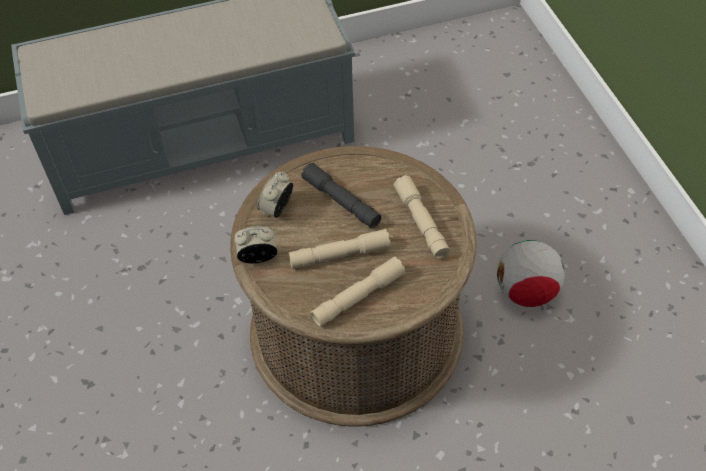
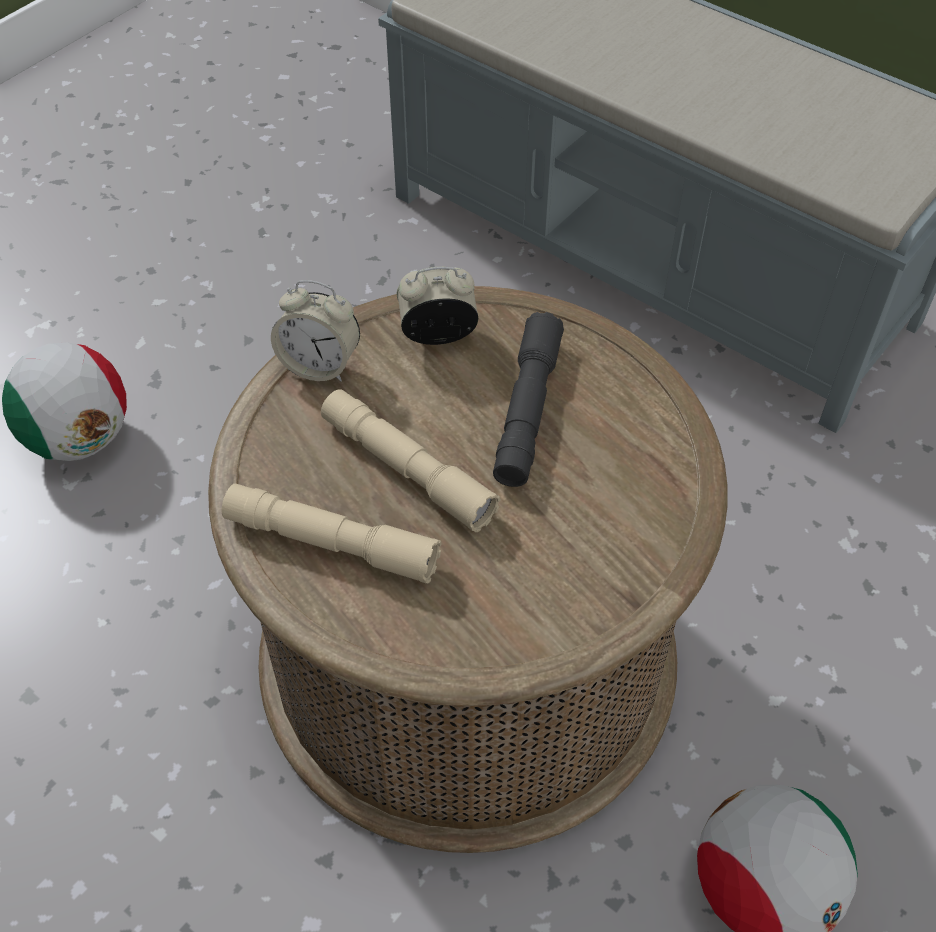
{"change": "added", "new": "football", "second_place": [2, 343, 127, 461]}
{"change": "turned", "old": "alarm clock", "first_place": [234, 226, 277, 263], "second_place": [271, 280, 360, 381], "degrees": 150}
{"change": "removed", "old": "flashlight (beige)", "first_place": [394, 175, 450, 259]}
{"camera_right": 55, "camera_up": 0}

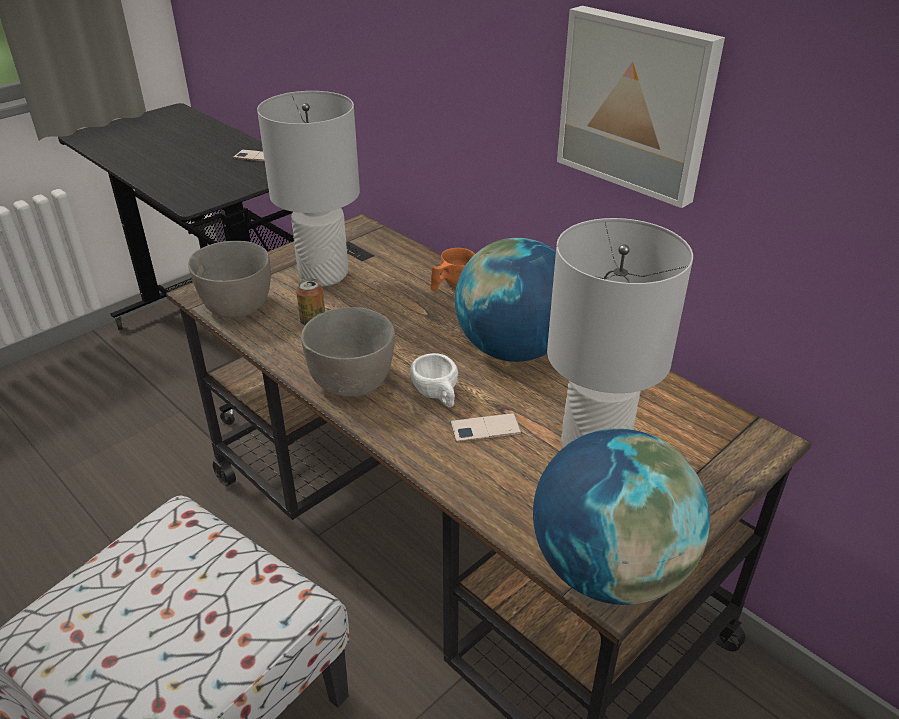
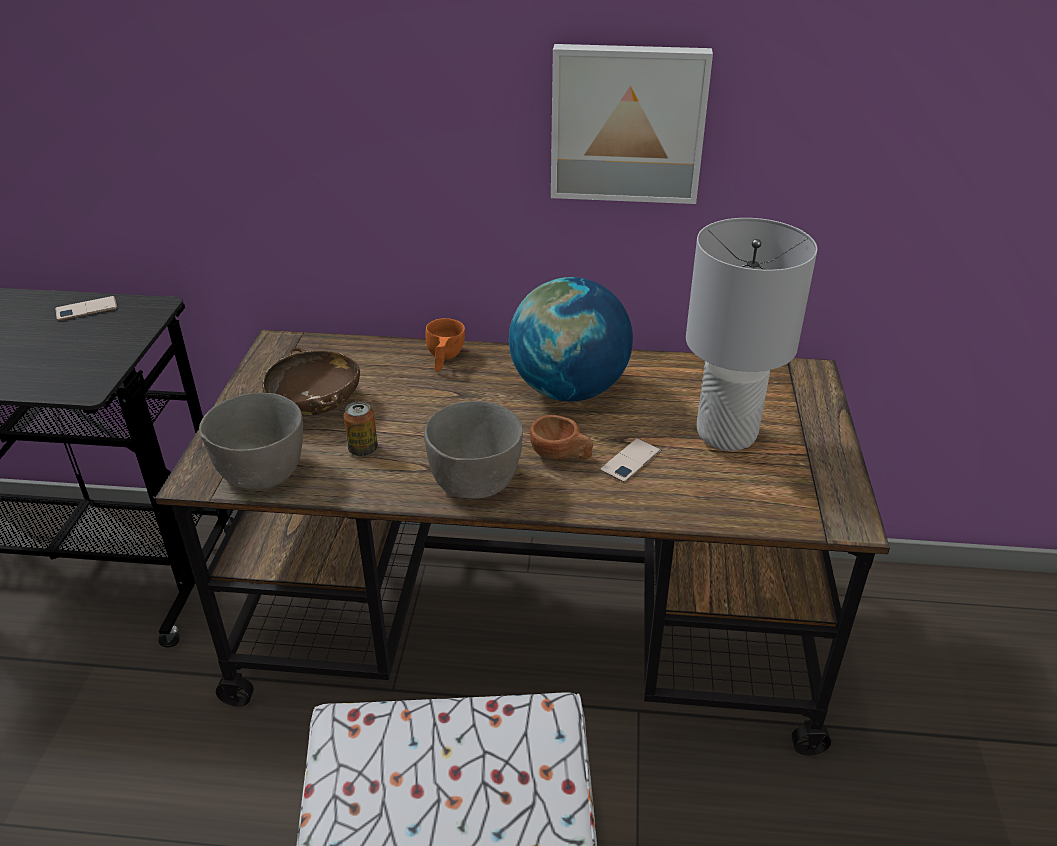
{"change": "replaced", "old": "table lamp (grey)", "new": "bowl (brown)", "first_place": [257, 91, 360, 286], "second_place": [262, 347, 360, 415]}
{"change": "recoloured", "old": "cup (white)", "new": "cup (brown)", "first_place": [410, 353, 458, 408], "second_place": [530, 415, 593, 461]}
{"change": "removed", "old": "globe", "first_place": [533, 428, 710, 605]}
{"camera_right": -40, "camera_up": 0}

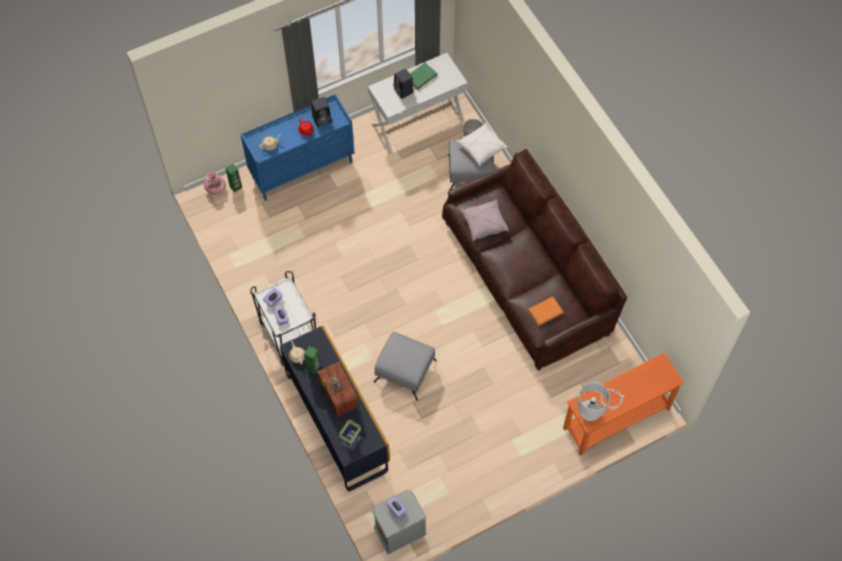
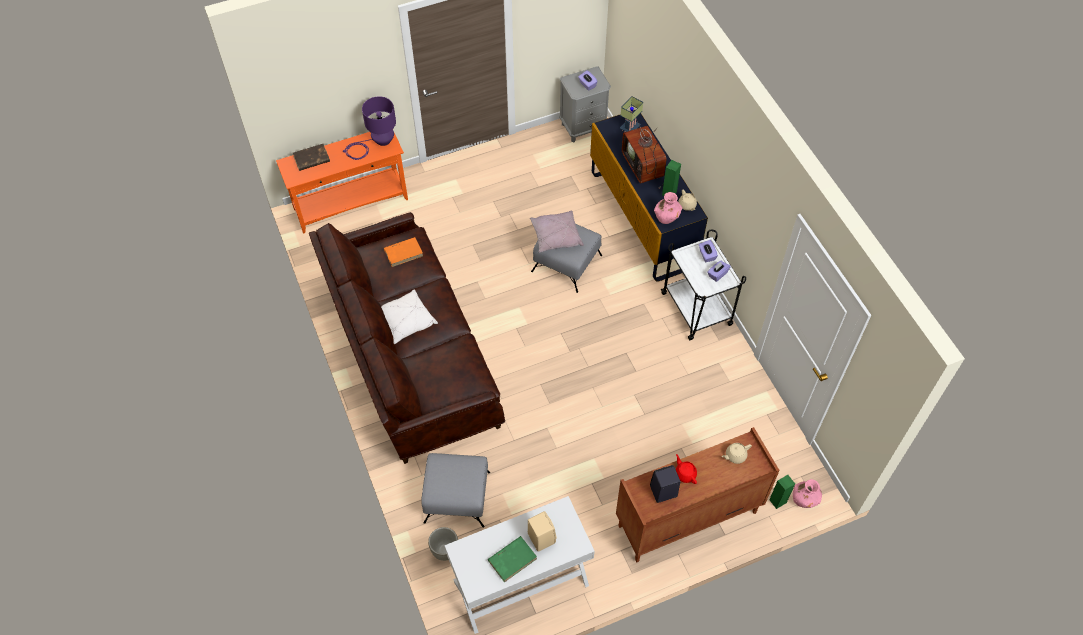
{"change": "added", "new": "book (brown)", "second_place": [293, 144, 330, 171]}
{"change": "recoloured", "old": "table lamp (grey)", "new": "table lamp (purple)", "first_place": [577, 382, 624, 421], "second_place": [343, 96, 396, 160]}
{"change": "moved", "old": "pillow (white)", "first_place": [456, 123, 508, 166], "second_place": [381, 290, 438, 344]}
{"change": "recoloured", "old": "speaker (black)", "new": "speaker (beige)", "first_place": [393, 68, 413, 99], "second_place": [528, 511, 557, 551]}
{"change": "moved", "old": "pillow (purple)", "first_place": [460, 199, 509, 241], "second_place": [530, 210, 584, 253]}
{"change": "recoloured", "old": "cabinet (blue)", "new": "cabinet (brown)", "first_place": [240, 94, 355, 201], "second_place": [616, 427, 780, 562]}
{"change": "added", "new": "vase (pink)", "second_place": [654, 192, 682, 224]}
{"camera_right": -175, "camera_up": -5}

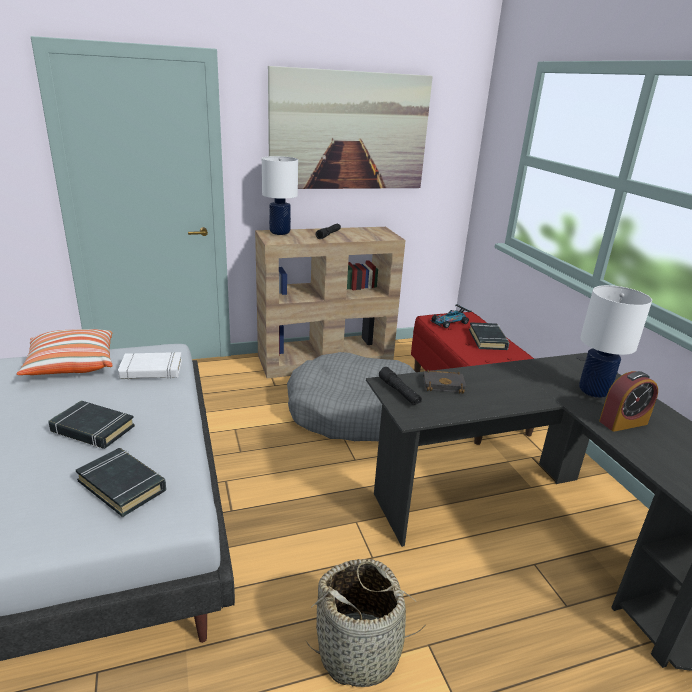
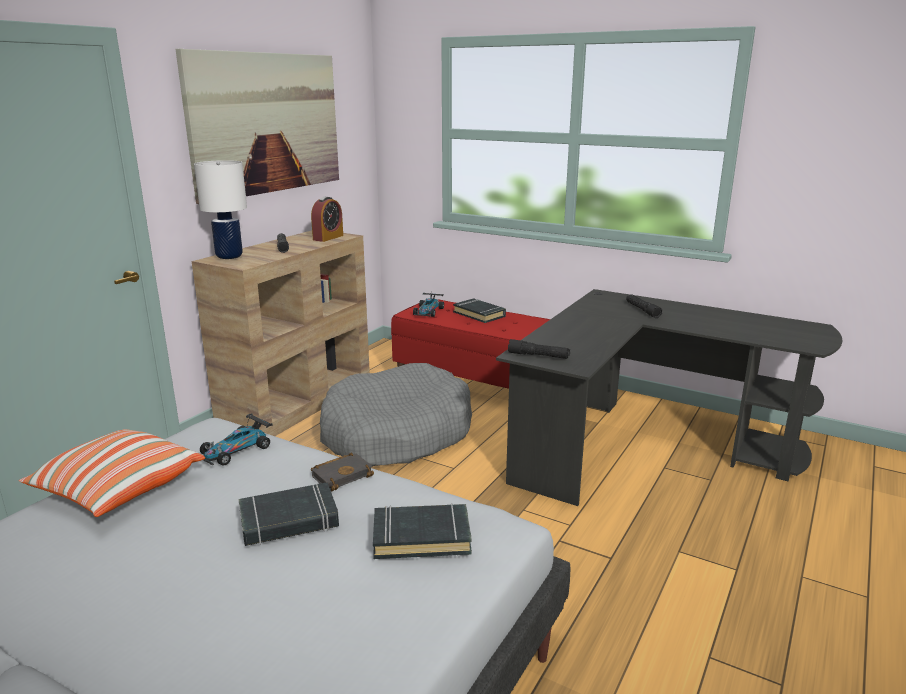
{"change": "replaced", "old": "book (white)", "new": "toy car", "first_place": [118, 352, 182, 380], "second_place": [200, 414, 273, 466]}
{"change": "moved", "old": "alarm clock", "first_place": [599, 371, 658, 432], "second_place": [311, 197, 343, 242]}
{"change": "moved", "old": "book (black)", "first_place": [423, 370, 466, 394], "second_place": [311, 453, 374, 491]}
{"change": "replaced", "old": "table lamp (white)", "new": "flashlight (black)", "first_place": [579, 285, 652, 398], "second_place": [626, 294, 663, 318]}
{"change": "removed", "old": "basket", "first_place": [306, 559, 426, 687]}
{"camera_right": -40, "camera_up": -5}

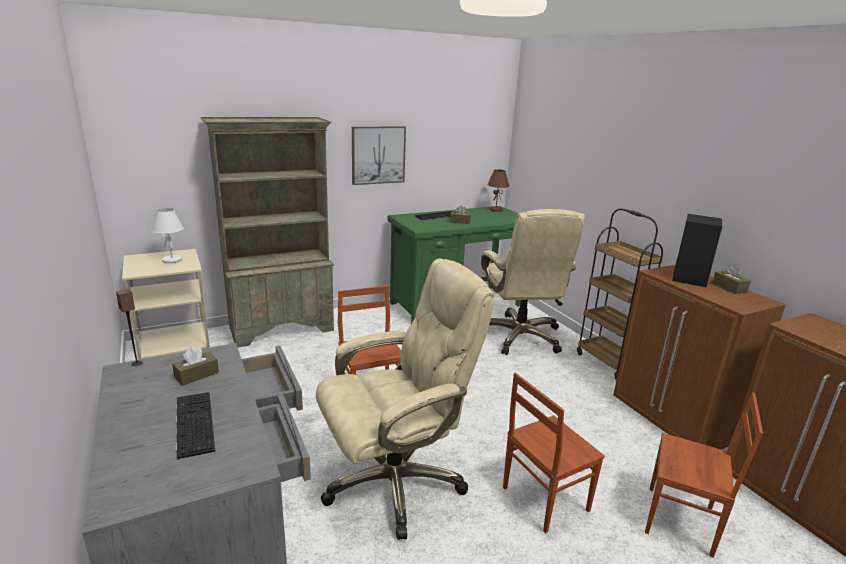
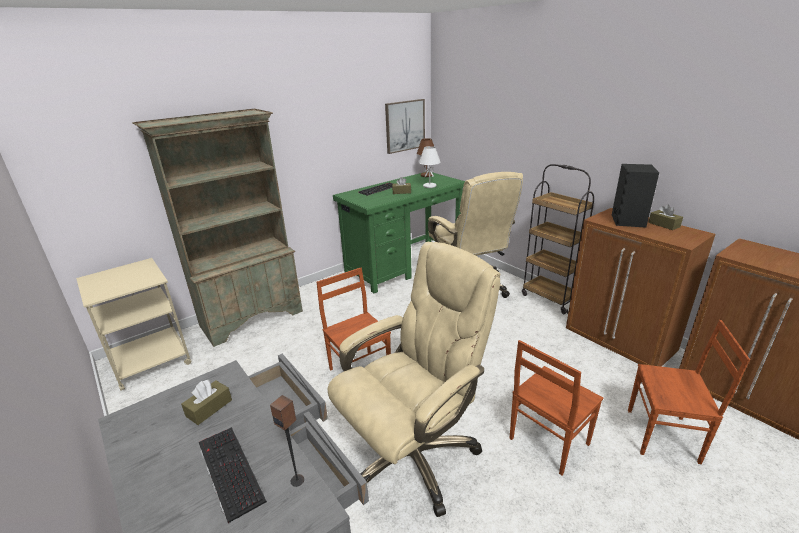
{"change": "moved", "old": "speaker", "first_place": [116, 289, 143, 366], "second_place": [270, 395, 304, 487]}
{"change": "moved", "old": "picture", "first_place": [352, 126, 406, 185], "second_place": [385, 99, 425, 154]}
{"change": "moved", "old": "table lamp (white)", "first_place": [151, 208, 184, 263], "second_place": [419, 146, 441, 188]}
{"camera_right": -10, "camera_up": 5}

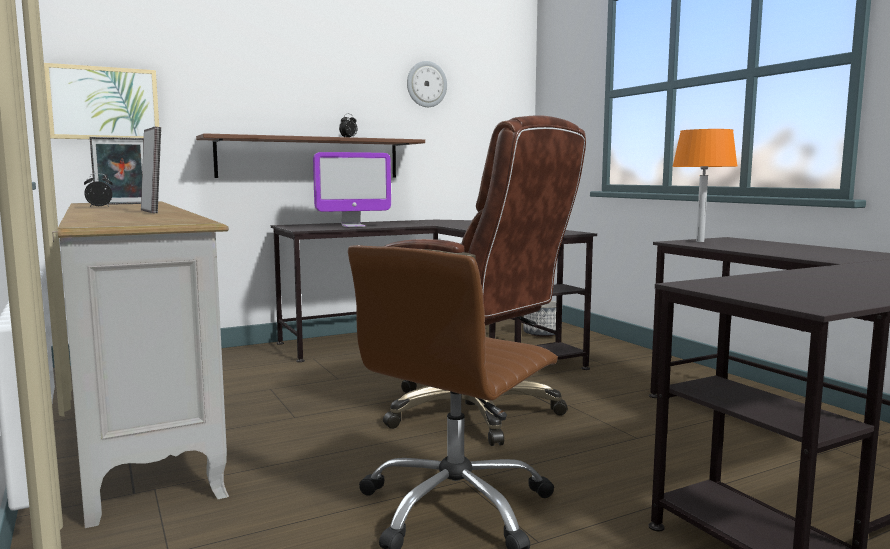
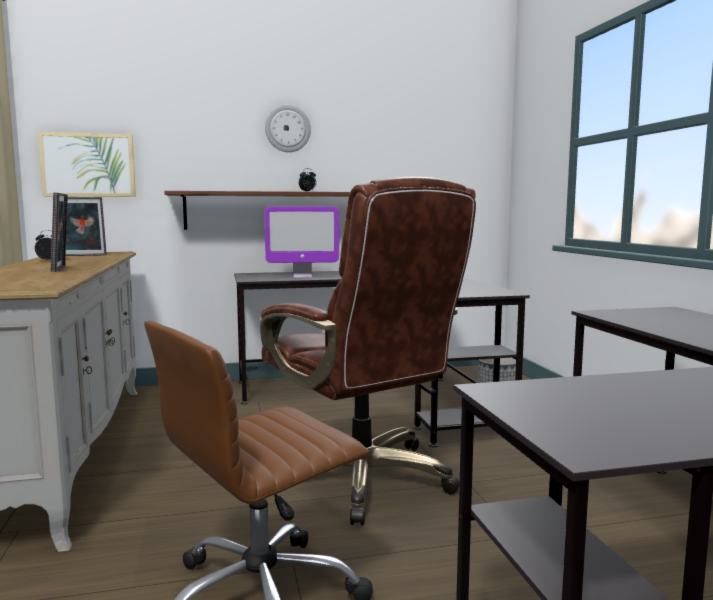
{"change": "moved", "old": "wall clock", "first_place": [407, 61, 447, 107], "second_place": [265, 105, 311, 152]}
{"change": "removed", "old": "table lamp (orange)", "first_place": [672, 129, 738, 242]}
{"camera_right": 15, "camera_up": 0}

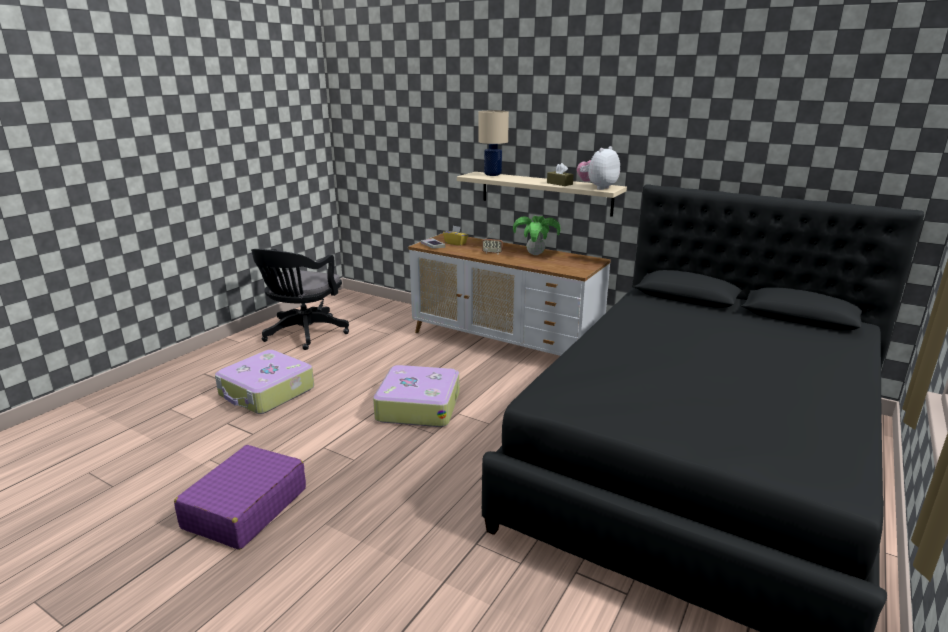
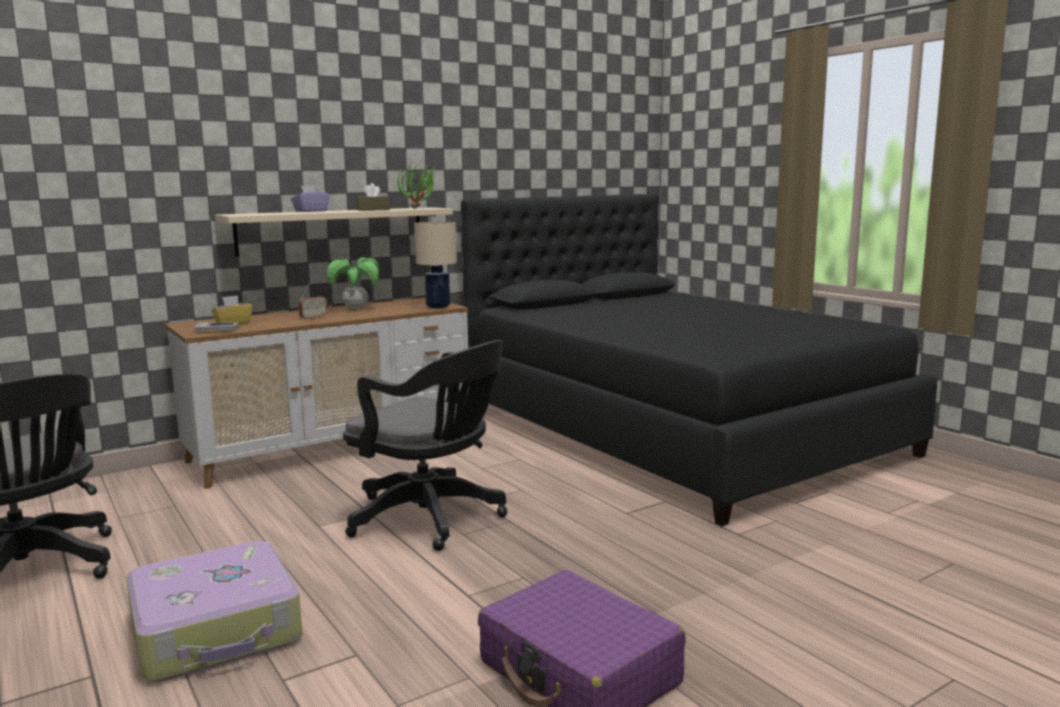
{"change": "added", "new": "tissue box (purple)", "second_place": [291, 185, 329, 212]}
{"change": "replaced", "old": "suitcase", "new": "office chair (black)", "first_place": [373, 365, 459, 427], "second_place": [343, 340, 507, 551]}
{"change": "replaced", "old": "plush toy", "new": "potted plant", "first_place": [577, 146, 620, 190], "second_place": [398, 163, 437, 209]}
{"change": "moved", "old": "table lamp (beige)", "first_place": [478, 111, 509, 176], "second_place": [414, 222, 457, 308]}
{"camera_right": -65, "camera_up": -10}

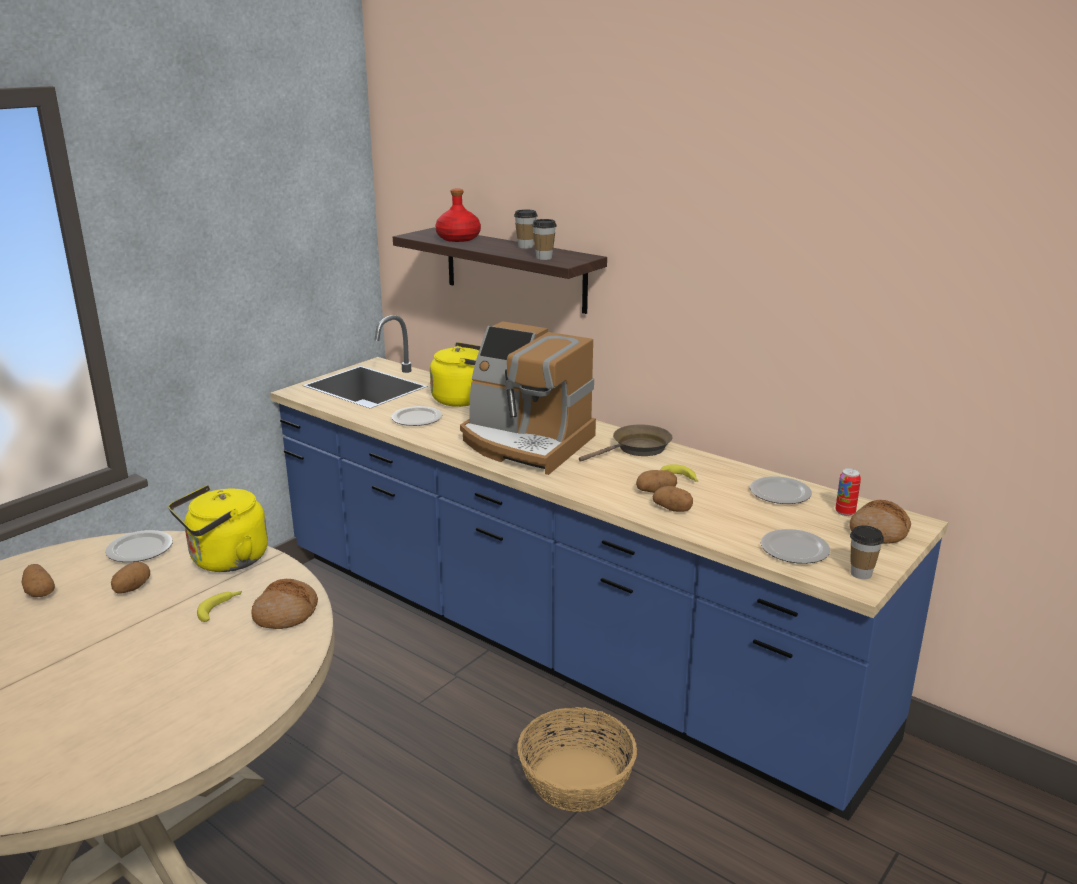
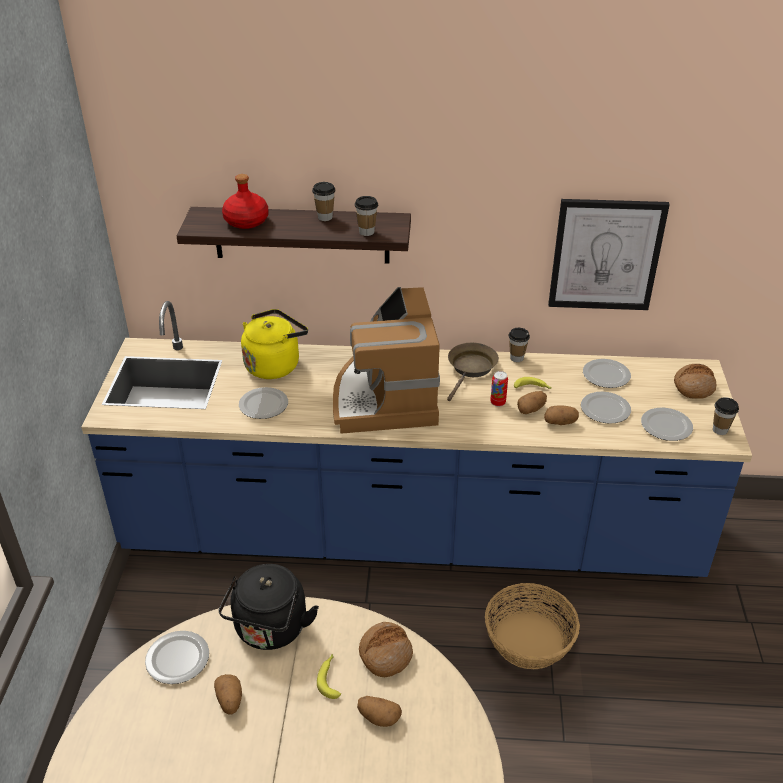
{"change": "recoloured", "old": "kettle (yellow)", "new": "kettle (black)", "first_place": [169, 485, 268, 572], "second_place": [219, 564, 319, 650]}
{"change": "turned", "old": "coffee machine", "first_place": [460, 321, 596, 475], "second_place": [333, 287, 440, 434], "degrees": 90}
{"change": "moved", "old": "potato", "first_place": [22, 564, 55, 597], "second_place": [357, 696, 402, 727]}
{"change": "moved", "old": "can", "first_place": [835, 468, 861, 516], "second_place": [490, 371, 508, 407]}
{"change": "added", "new": "cup", "second_place": [508, 328, 530, 362]}
{"change": "added", "new": "picture", "second_place": [548, 199, 670, 310]}
{"change": "added", "new": "plate", "second_place": [581, 391, 631, 424]}
{"camera_right": -35, "camera_up": 15}

